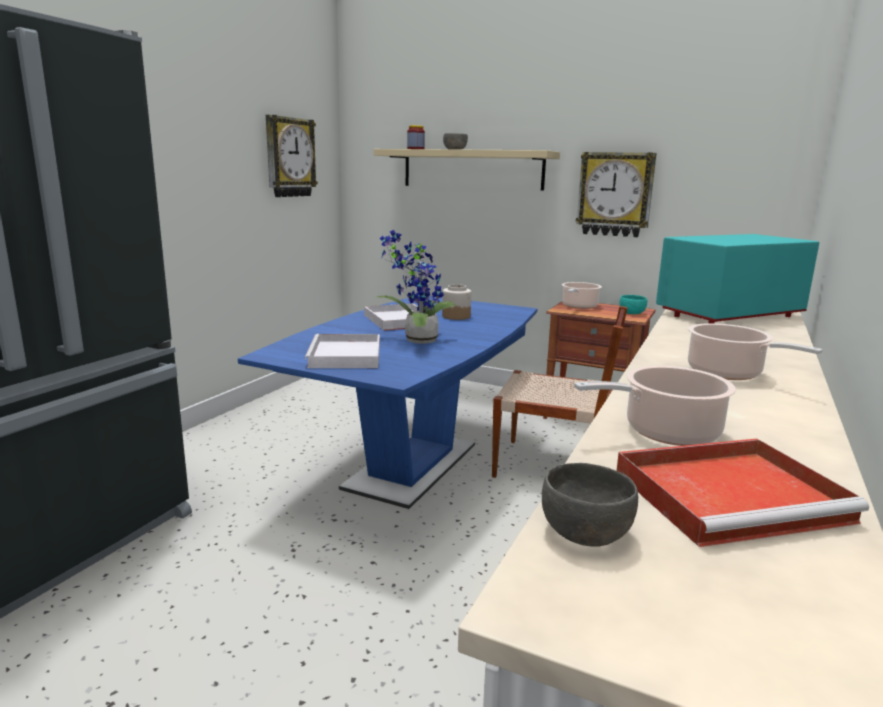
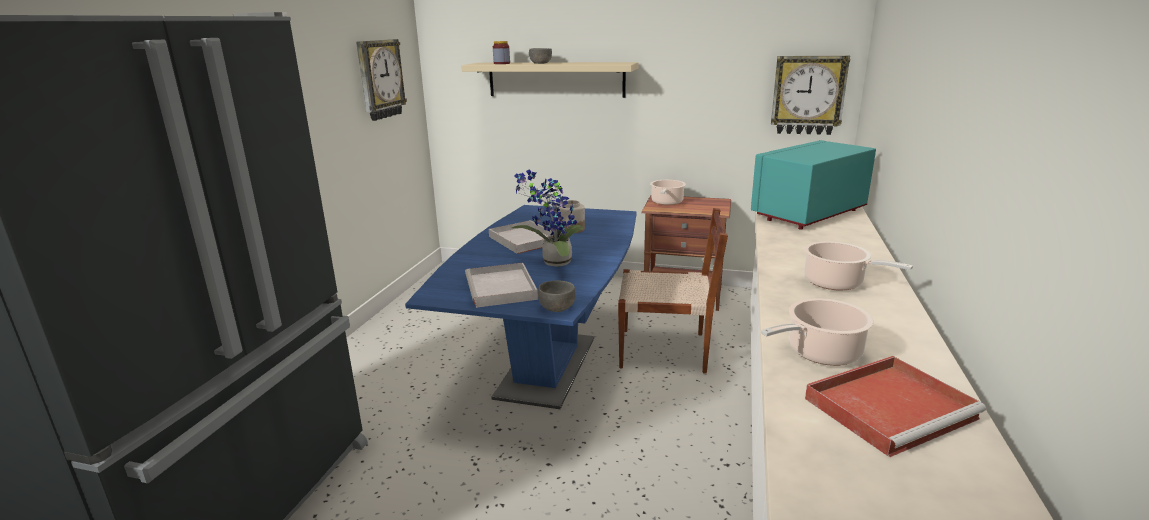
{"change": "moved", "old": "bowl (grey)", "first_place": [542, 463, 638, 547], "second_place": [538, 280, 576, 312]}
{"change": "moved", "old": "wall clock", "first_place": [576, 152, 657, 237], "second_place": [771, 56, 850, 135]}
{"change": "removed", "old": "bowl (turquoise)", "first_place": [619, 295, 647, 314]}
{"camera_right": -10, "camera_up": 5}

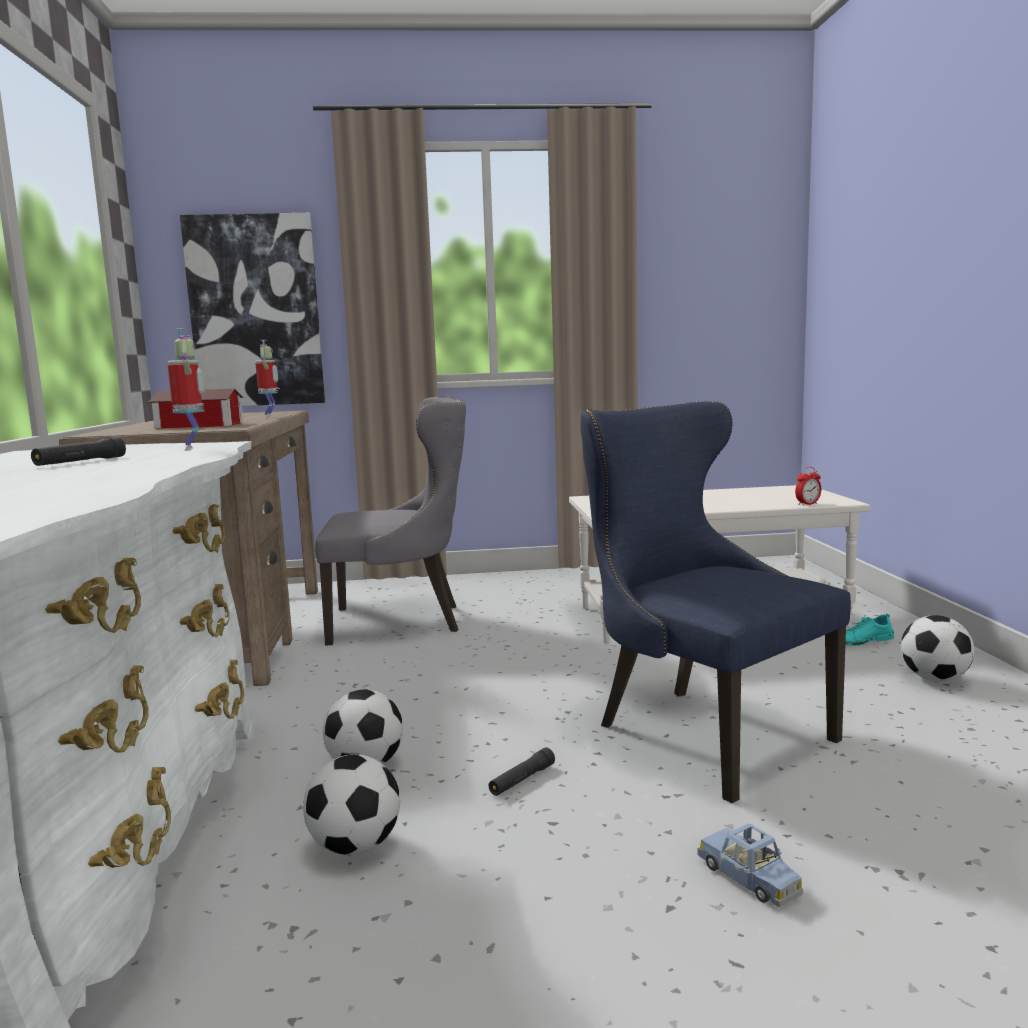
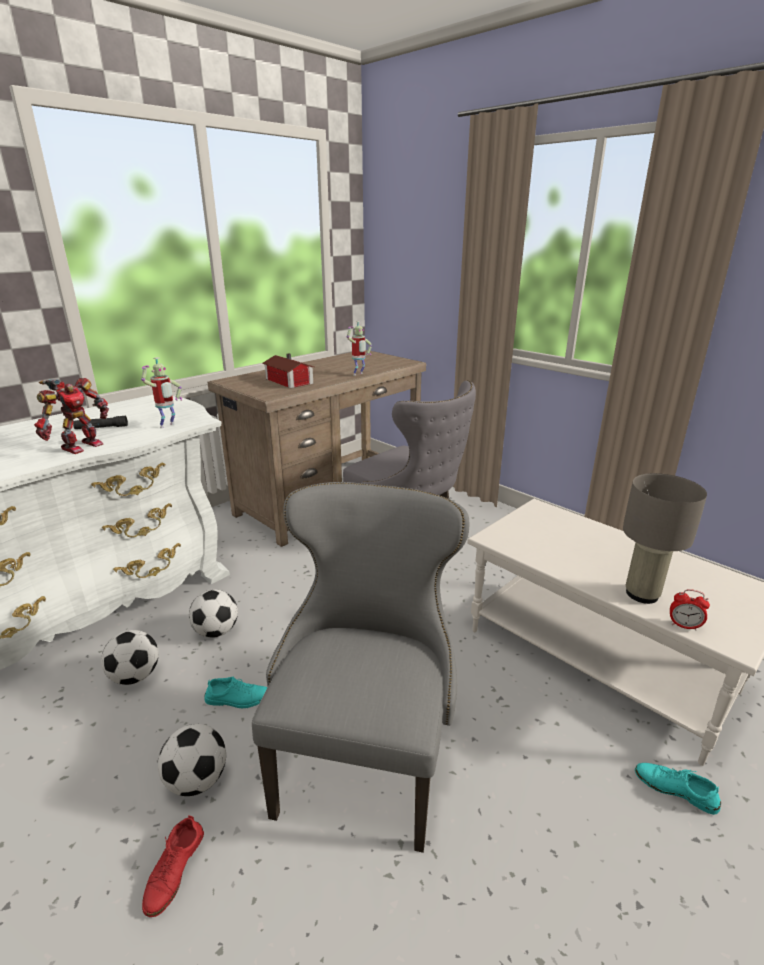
{"change": "added", "new": "toy robot", "second_place": [34, 378, 109, 454]}
{"change": "replaced", "old": "toy car (blue)", "new": "shoe (red)", "first_place": [697, 823, 803, 908], "second_place": [142, 815, 204, 917]}
{"change": "moved", "old": "football", "first_place": [901, 615, 975, 681], "second_place": [158, 724, 226, 796]}
{"change": "replaced", "old": "flashlight (black)", "new": "shoe (turquoise)", "first_place": [489, 747, 555, 796], "second_place": [205, 677, 267, 709]}
{"change": "recoloured", "old": "chair (blue)", "new": "chair (grey)", "first_place": [580, 401, 851, 803], "second_place": [252, 482, 469, 853]}
{"change": "added", "new": "table lamp (grey)", "second_place": [623, 473, 707, 604]}
{"change": "removed", "old": "picture", "first_place": [180, 213, 325, 406]}
{"camera_right": 50, "camera_up": 15}

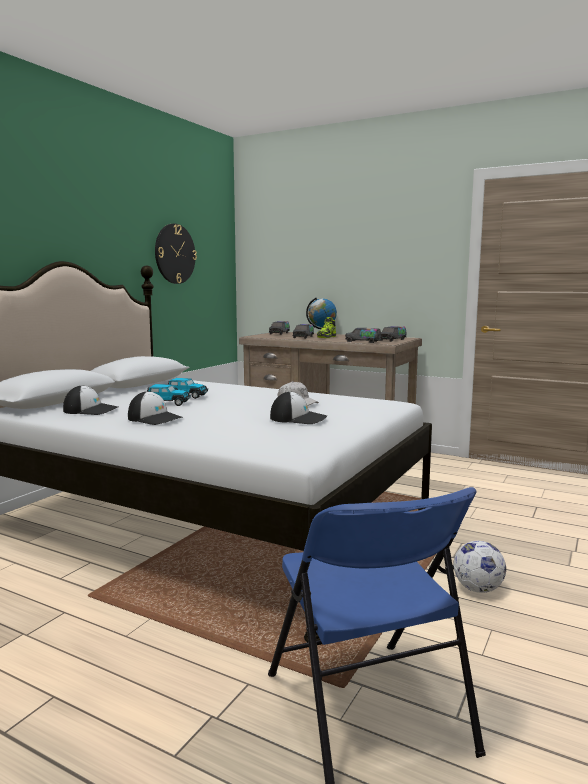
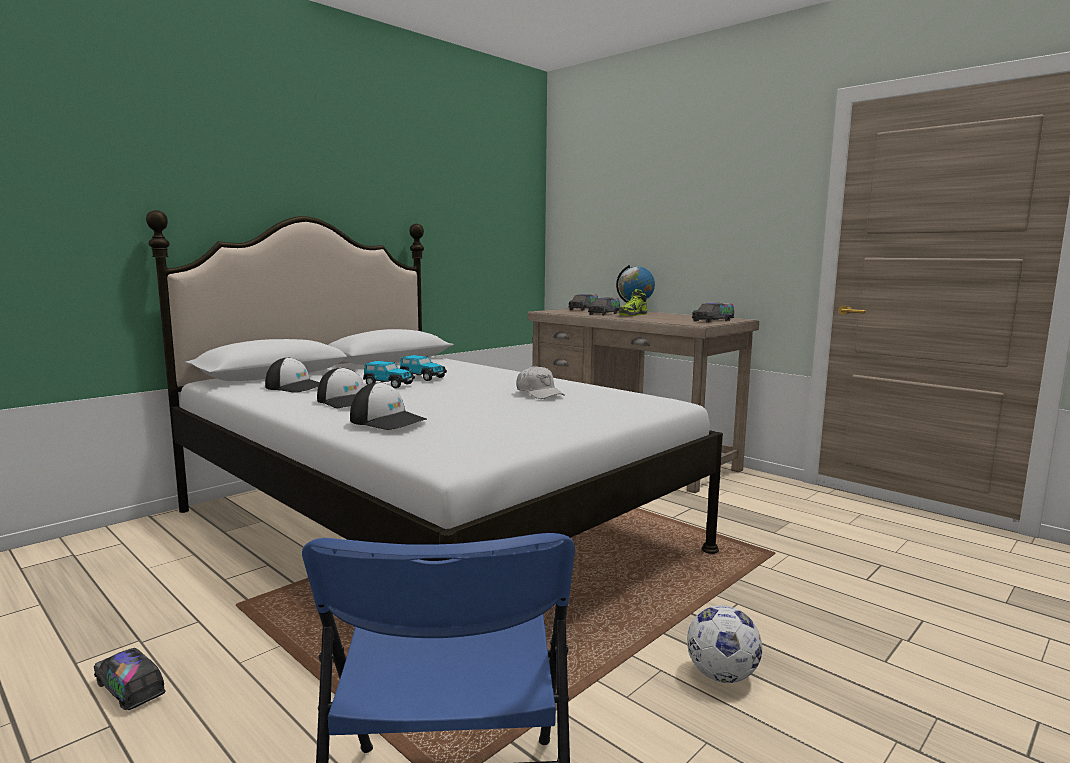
{"change": "moved", "old": "toy truck", "first_place": [345, 328, 381, 343], "second_place": [94, 648, 166, 710]}
{"change": "moved", "old": "cap", "first_place": [270, 391, 327, 424], "second_place": [350, 382, 427, 430]}
{"change": "removed", "old": "wall clock", "first_place": [155, 224, 197, 284]}
{"camera_right": 15, "camera_up": 0}

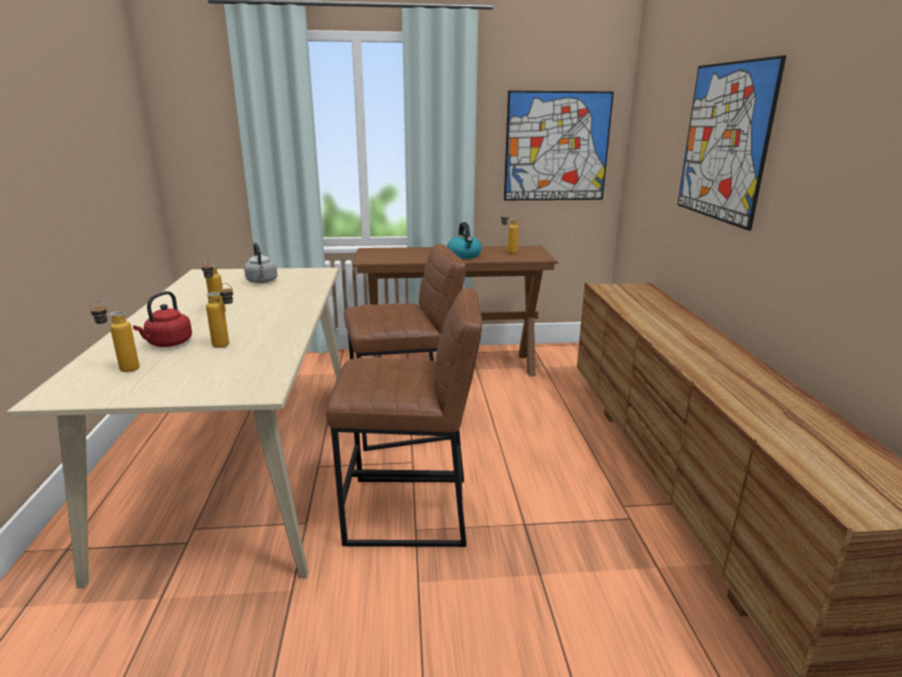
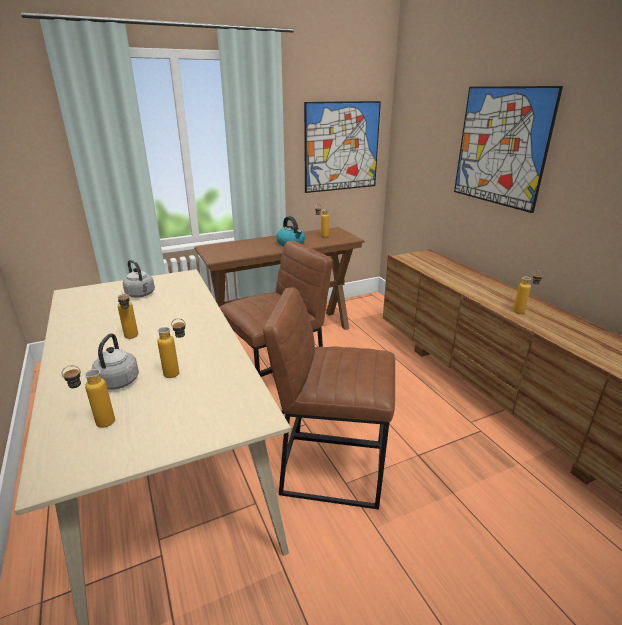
{"change": "recoloured", "old": "kettle (red)", "new": "kettle (grey)", "first_place": [133, 291, 192, 347], "second_place": [92, 333, 139, 390]}
{"change": "turned", "old": "chair (brown)", "first_place": [326, 288, 482, 547], "second_place": [263, 287, 395, 510], "degrees": -150}
{"change": "added", "new": "bottle", "second_place": [513, 270, 543, 314]}
{"camera_right": -20, "camera_up": 5}

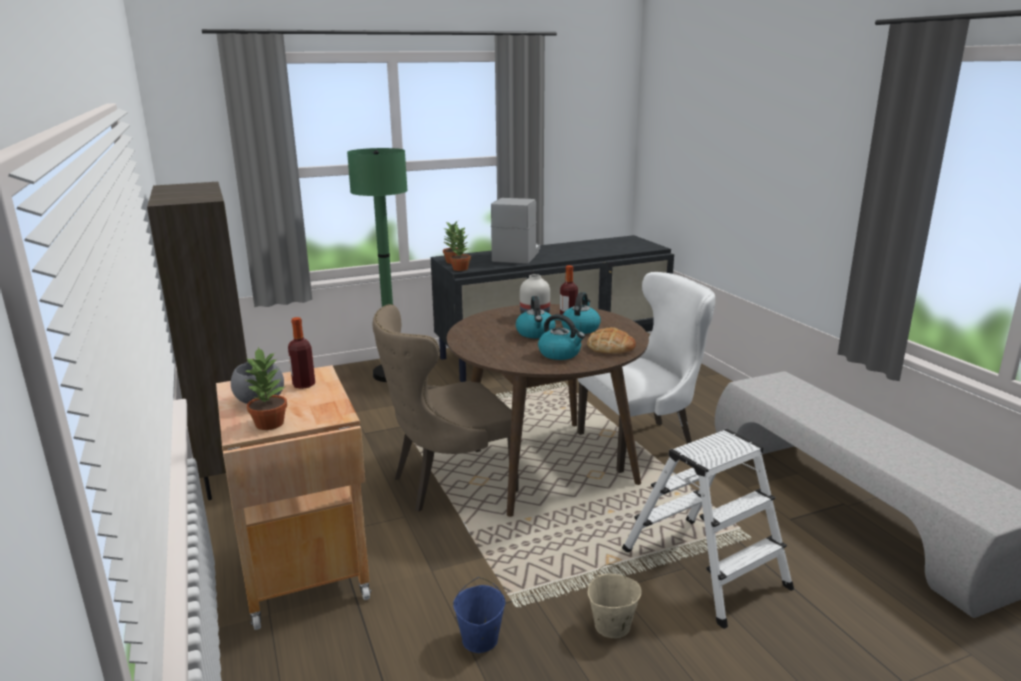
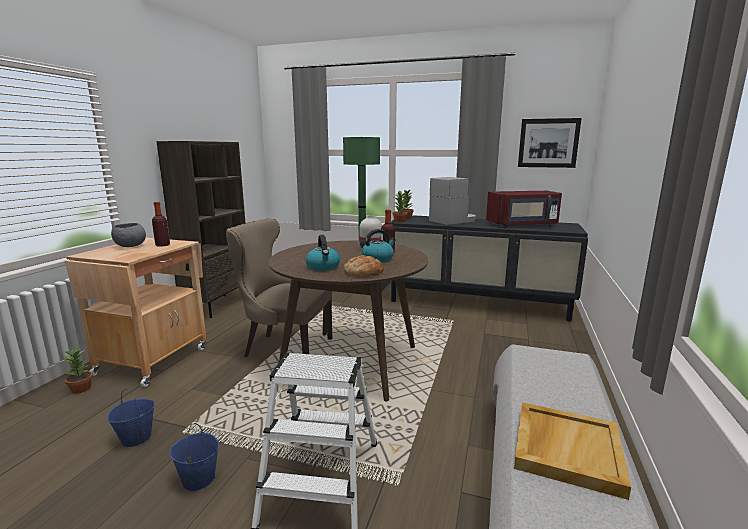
{"change": "moved", "old": "potted plant", "first_place": [245, 347, 287, 430], "second_place": [64, 344, 93, 394]}
{"change": "recoloured", "old": "bucket (beige)", "new": "bucket (blue)", "first_place": [587, 564, 642, 638], "second_place": [170, 423, 219, 491]}
{"change": "added", "new": "microwave (red)", "second_place": [486, 191, 562, 227]}
{"change": "added", "new": "tray (beige)", "second_place": [514, 402, 631, 500]}
{"change": "added", "new": "picture", "second_place": [518, 118, 582, 168]}
{"change": "removed", "old": "kettle", "first_place": [516, 296, 555, 338]}
{"change": "removed", "old": "chair (white)", "first_place": [577, 272, 715, 473]}
{"camera_right": 40, "camera_up": -5}

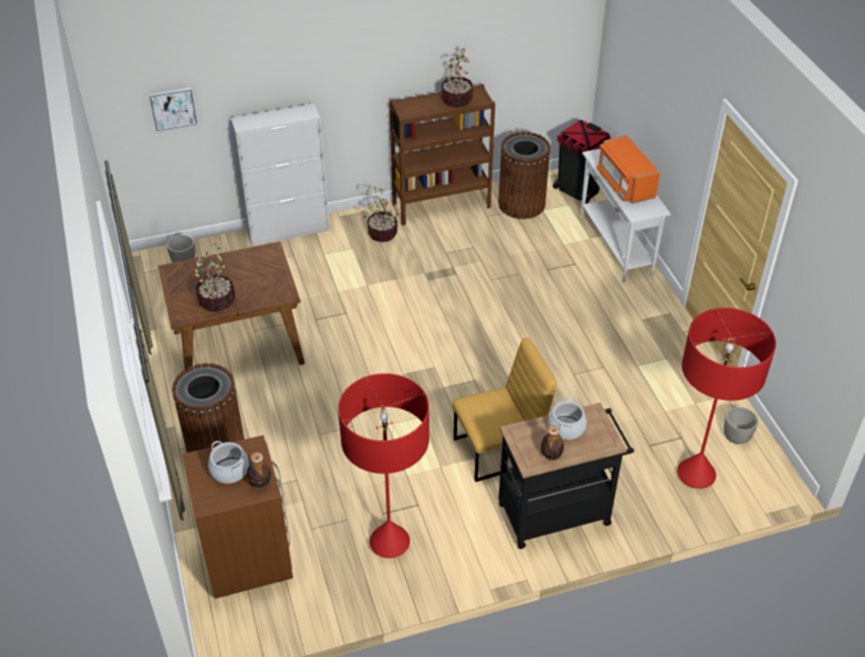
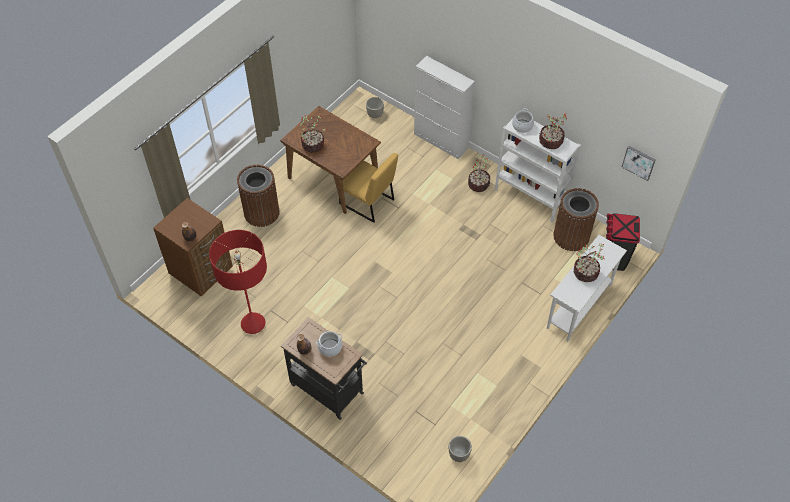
{"change": "moved", "old": "chair (yellow)", "first_place": [452, 337, 557, 482], "second_place": [339, 153, 398, 223]}
{"change": "recoloured", "old": "bookcase (brown)", "new": "bookcase (white)", "first_place": [389, 84, 495, 225], "second_place": [495, 119, 581, 223]}
{"change": "moved", "old": "cooking pot", "first_place": [208, 441, 249, 484], "second_place": [512, 108, 534, 133]}
{"change": "replaced", "old": "microwave (orange)", "new": "potted plant", "first_place": [597, 135, 660, 204], "second_place": [574, 244, 604, 282]}
{"change": "moved", "old": "picture", "first_place": [149, 87, 197, 131], "second_place": [622, 146, 655, 181]}
{"change": "removed", "old": "floor lamp (red)", "first_place": [677, 308, 776, 489]}
{"camera_right": 55, "camera_up": 10}

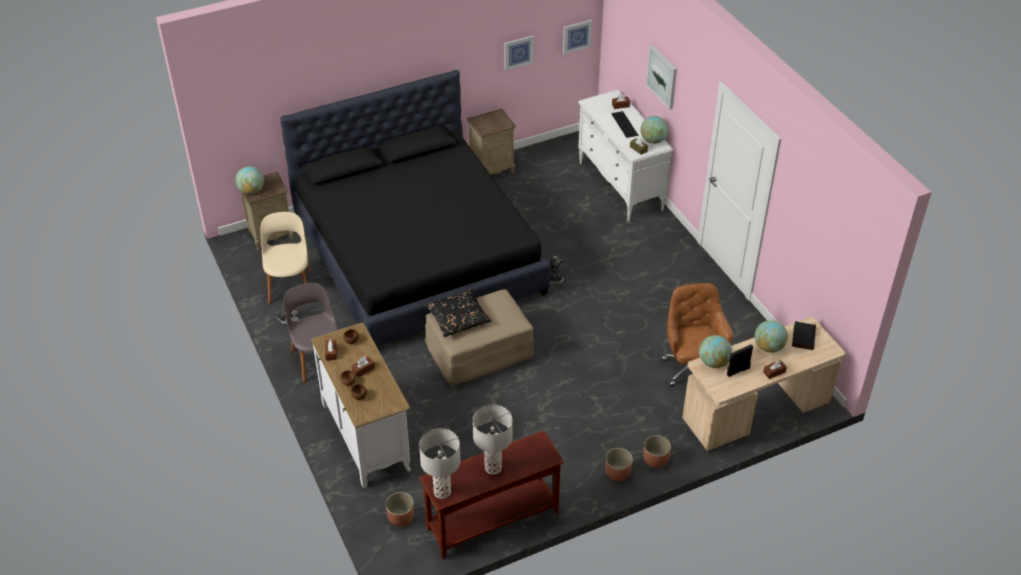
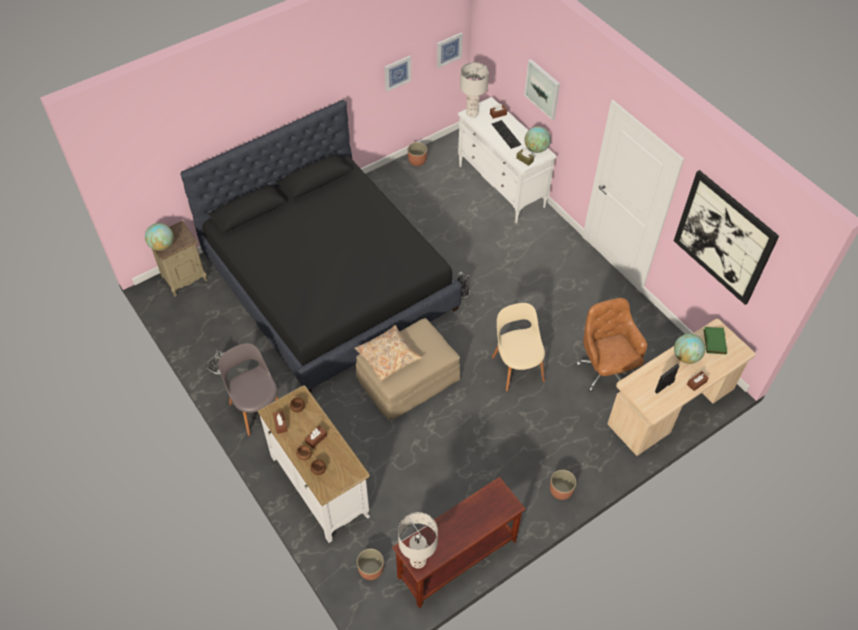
{"change": "recoloured", "old": "pillow (black)", "new": "pillow (beige)", "first_place": [425, 289, 492, 337], "second_place": [354, 325, 422, 382]}
{"change": "moved", "old": "planter", "first_place": [643, 435, 671, 468], "second_place": [408, 142, 427, 166]}
{"change": "moved", "old": "table lamp (white)", "first_place": [473, 405, 512, 475], "second_place": [460, 62, 489, 118]}
{"change": "moved", "old": "chair (beige)", "first_place": [260, 212, 311, 304], "second_place": [492, 303, 545, 392]}
{"change": "added", "new": "picture", "second_place": [674, 170, 779, 305]}
{"change": "recoloured", "old": "book (black)", "new": "book (green)", "first_place": [792, 321, 816, 350], "second_place": [703, 327, 727, 355]}
{"change": "removed", "old": "nightstand (beige)", "first_place": [466, 108, 516, 175]}
{"change": "removed", "old": "globe", "first_place": [699, 335, 732, 368]}
{"camera_right": -10, "camera_up": 10}

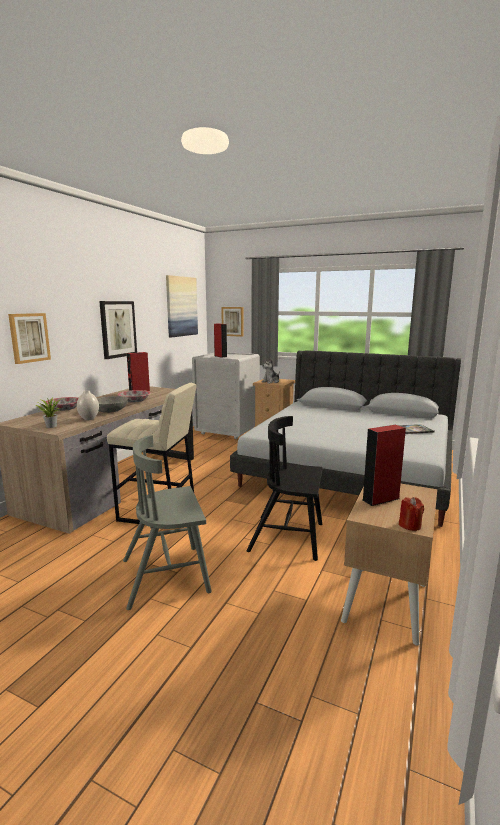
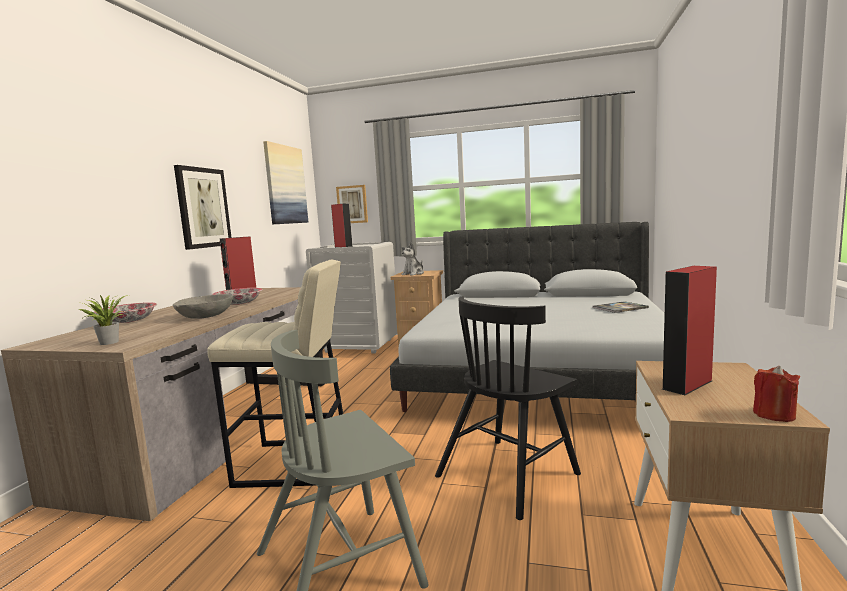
{"change": "turned", "old": "chair (black)", "first_place": [246, 416, 322, 561], "second_place": [435, 296, 581, 520], "degrees": -45}
{"change": "removed", "old": "picture", "first_place": [8, 313, 51, 364]}
{"change": "removed", "old": "vase (white)", "first_place": [77, 390, 99, 420]}
{"camera_right": -10, "camera_up": -5}

